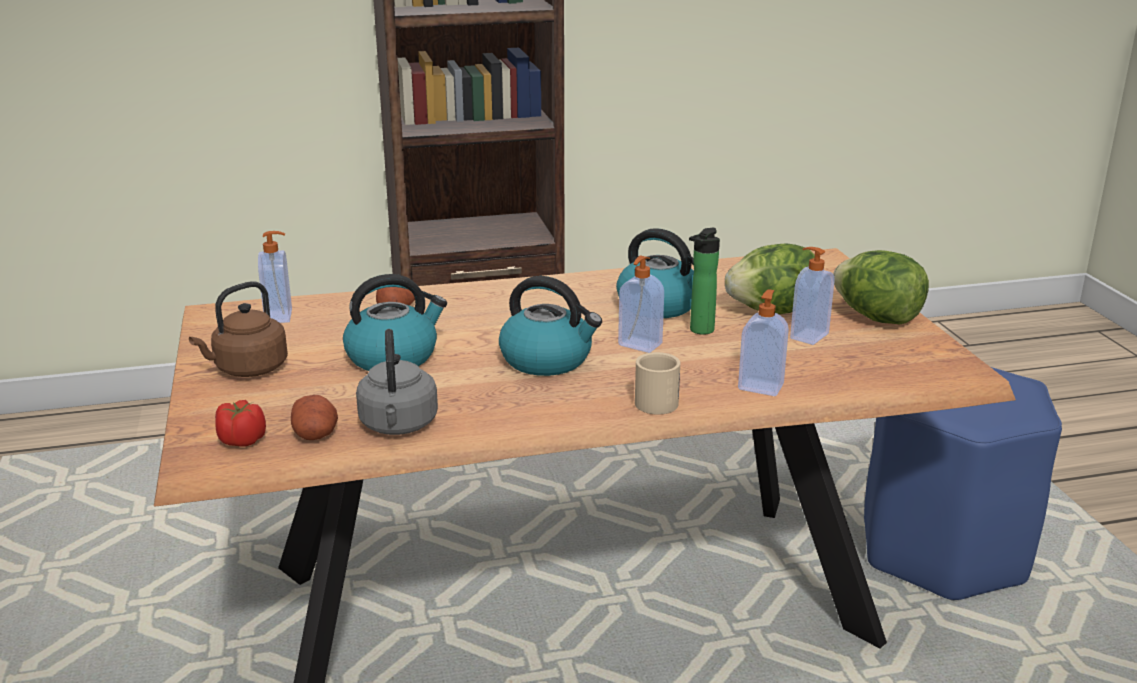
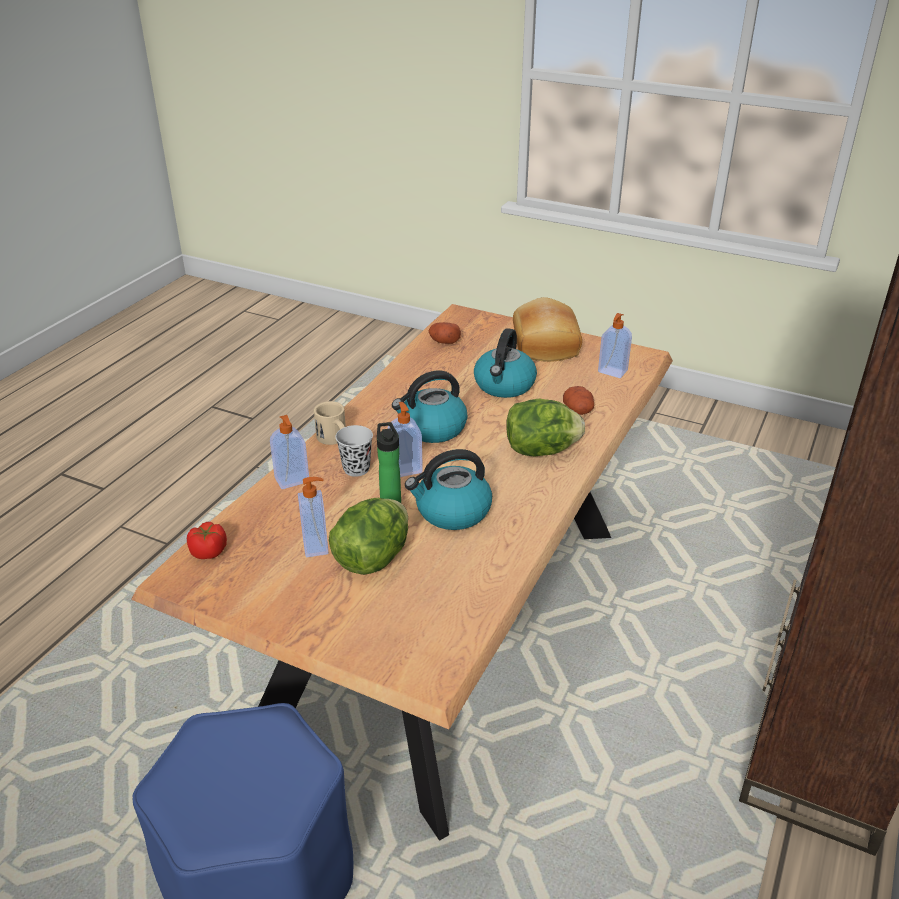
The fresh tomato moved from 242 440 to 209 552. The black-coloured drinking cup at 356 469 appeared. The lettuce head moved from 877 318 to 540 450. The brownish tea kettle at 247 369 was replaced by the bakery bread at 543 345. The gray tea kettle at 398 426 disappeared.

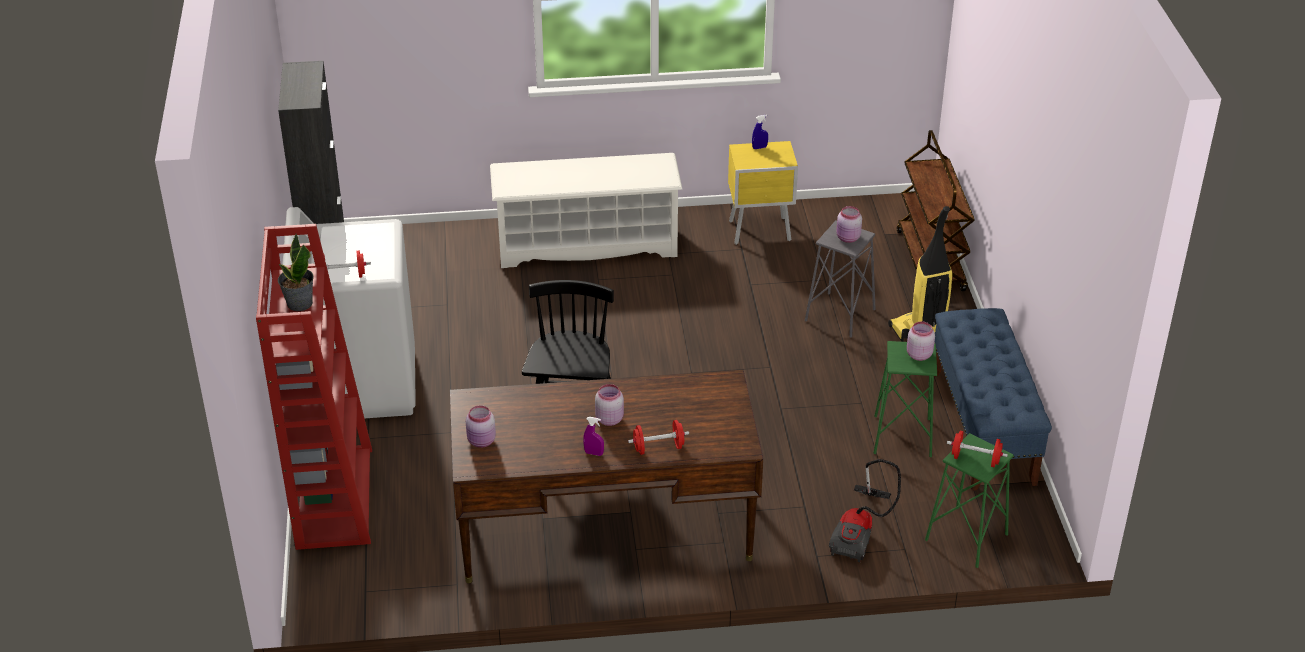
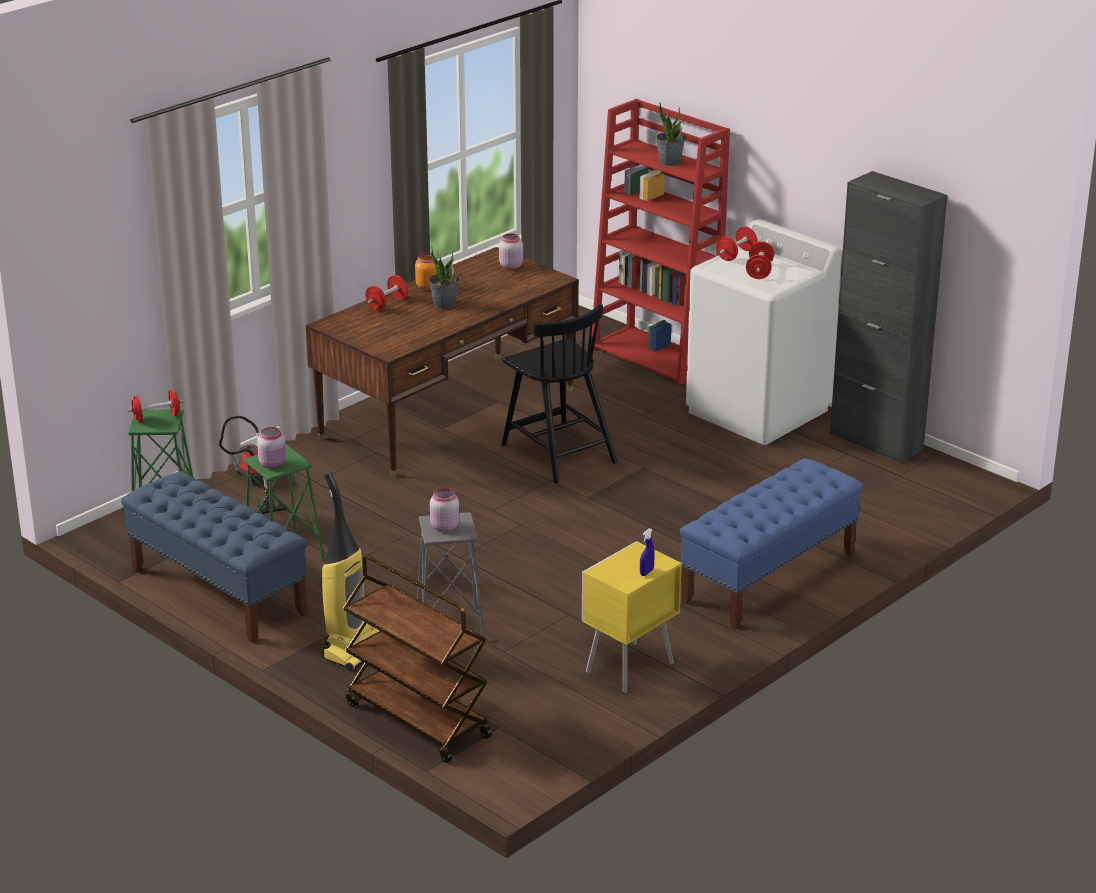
The purplish sprayer at 594 453 was replaced by the orangey jar at 427 287. The pink jar at 609 419 was replaced by the potted plant at 444 304. The white-coloured shoe shelf at 587 244 was replaced by the blue-coloured long seat at 768 579. The red-coloured dumbbell at 759 271 appeared.

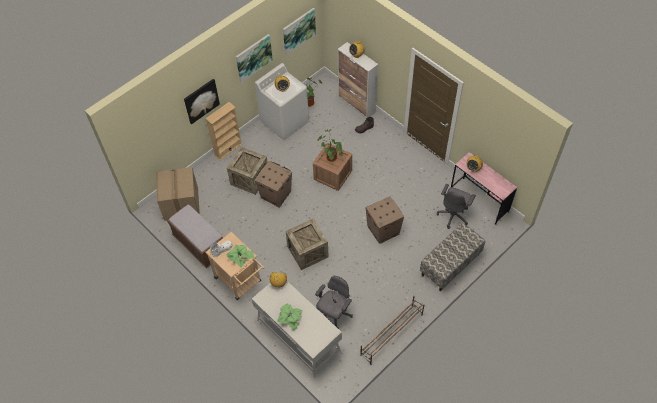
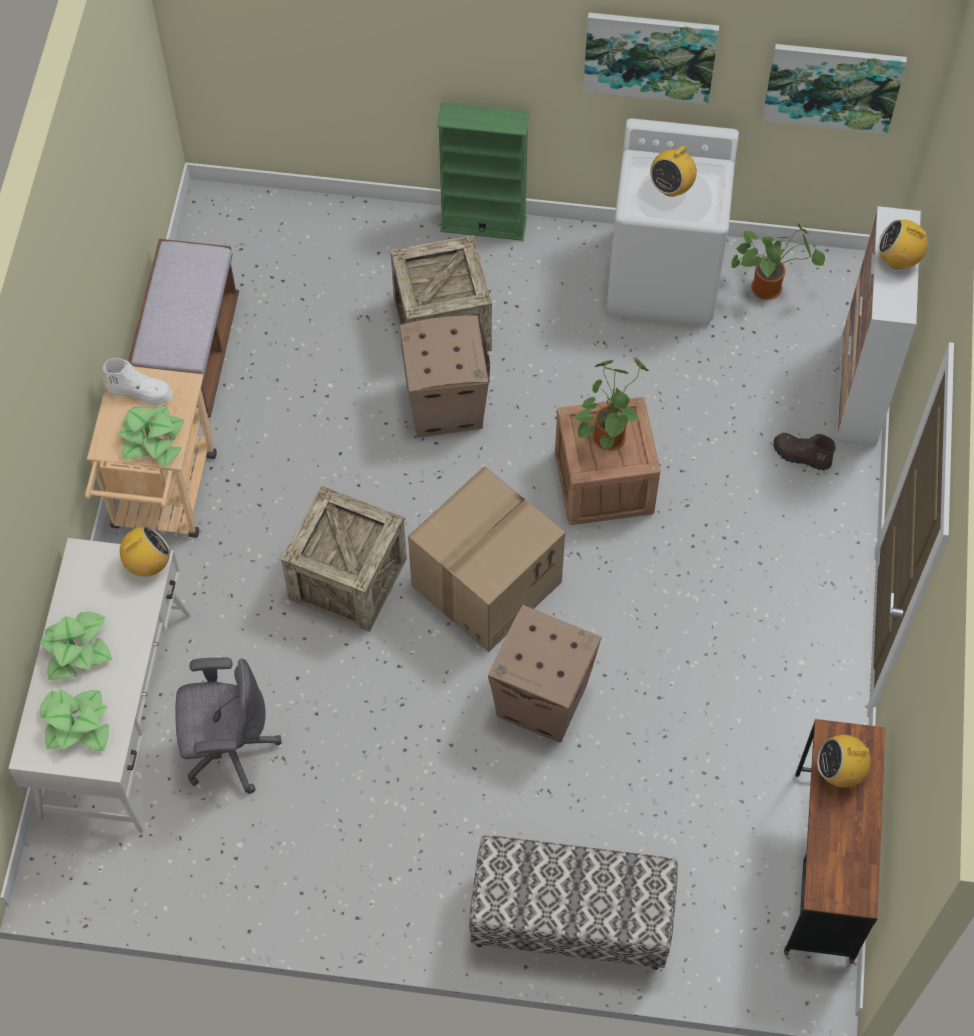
The potted plant at 76 724 appeared. The packing box moved from 180 203 to 486 581. The beige-coloured bookshelf at 228 149 became the greenish bookshelf at 483 224. The pink desk at 479 201 became the brownish desk at 823 866. The wall art at 201 100 disappeared. The brownish shoe shelf at 391 334 disappeared. The gray office chair at 453 215 disappeared.

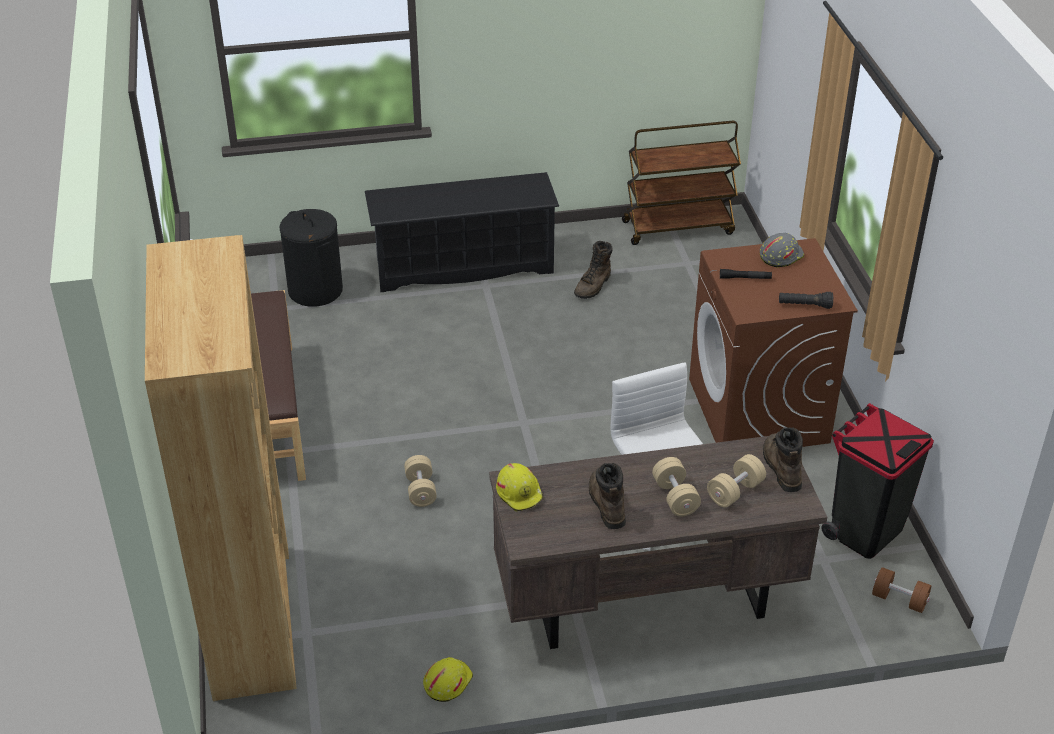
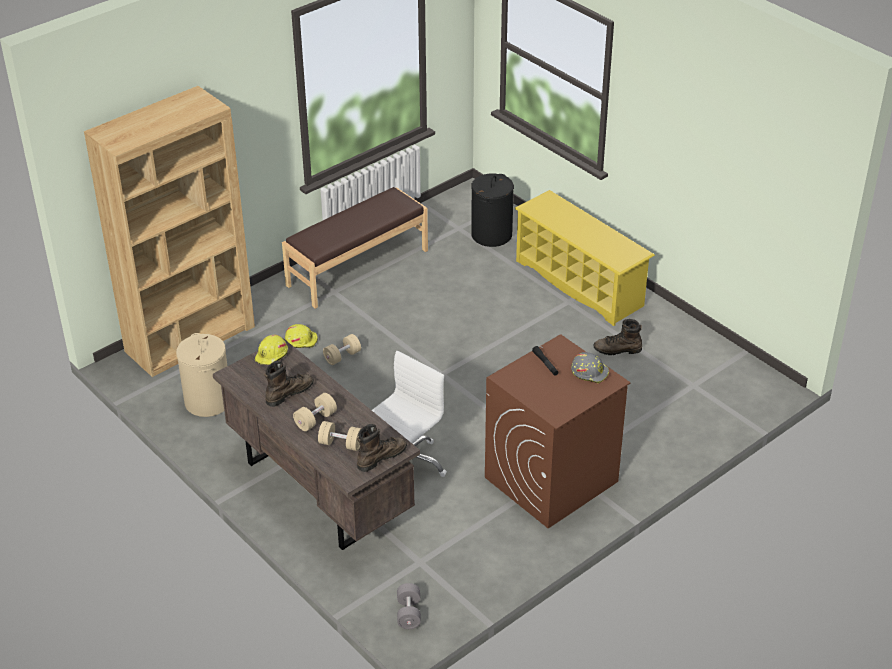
The beige-coloured laundry basket at 208 401 appeared. The yellow work helmet moved from 447 682 to 301 340. The brownish dumbbell at 899 599 became the gray dumbbell at 409 613. The black-coloured shoe shelf at 463 266 became the yellow shoe shelf at 579 283. The brownish trolley at 678 227 disappeared. The black-coloured torch at 804 305 disappeared. The black-coloured waste bin at 864 530 disappeared.

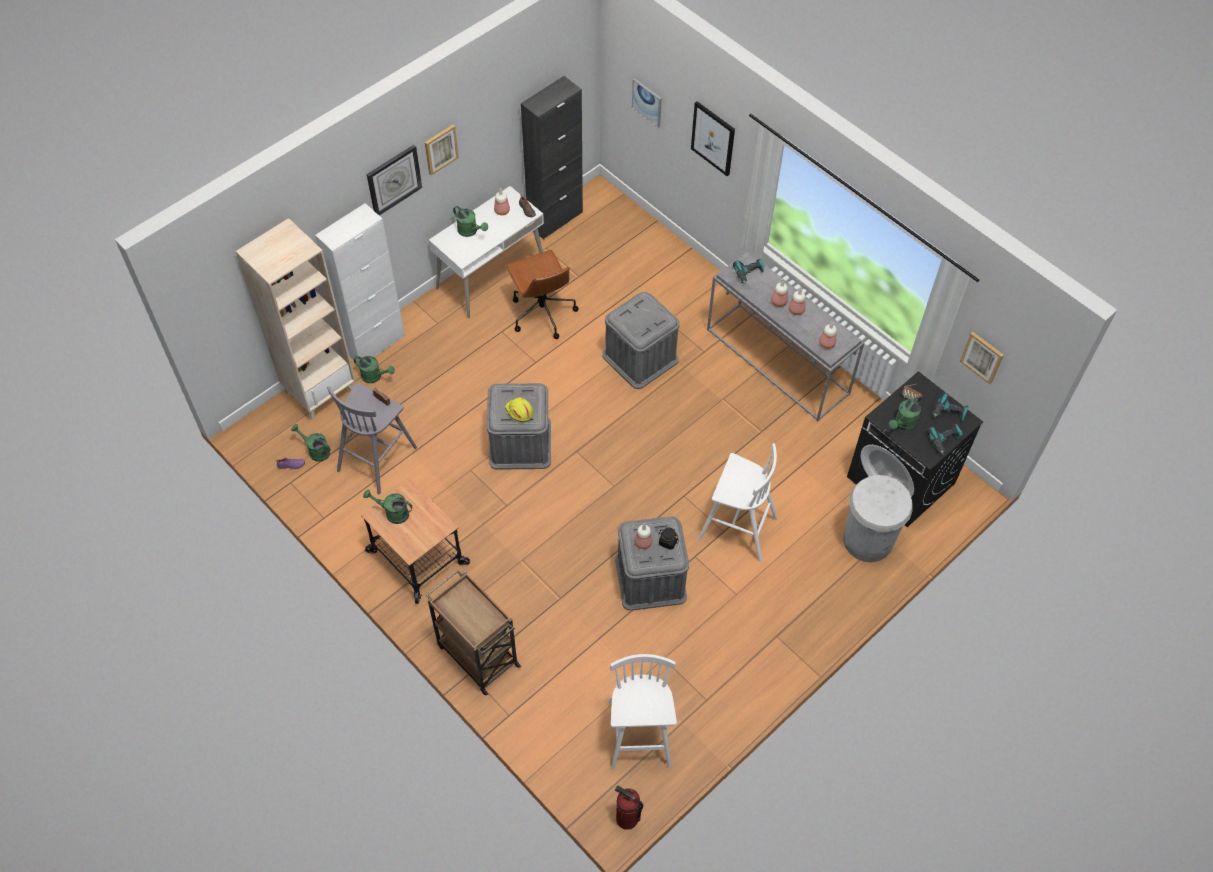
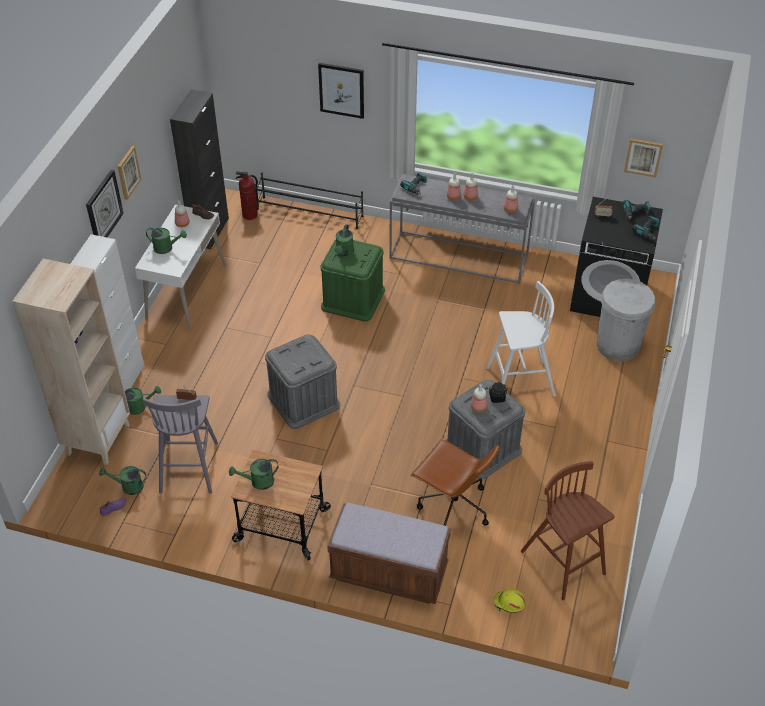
The extinguisher moved from 627 818 to 250 215. The black-coloured shoe shelf at 310 213 appeared. The gray storage box at 640 357 became the greenish storage box at 353 298. The brownish trolley at 477 654 was replaced by the brownish long seat at 389 573. The greenish watering can moved from 903 424 to 344 252. The brownish office chair moved from 542 313 to 453 506. The yellow work helmet moved from 519 412 to 509 603. The white-coloured stool at 639 735 became the brownish stool at 564 564. The wall art at 647 102 disappeared.

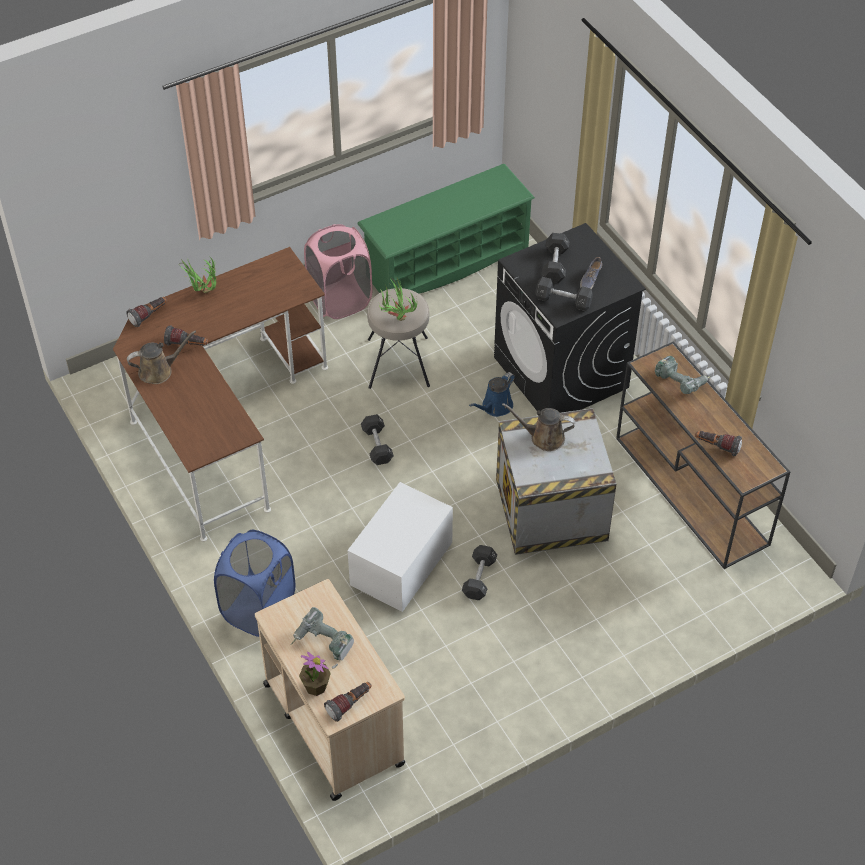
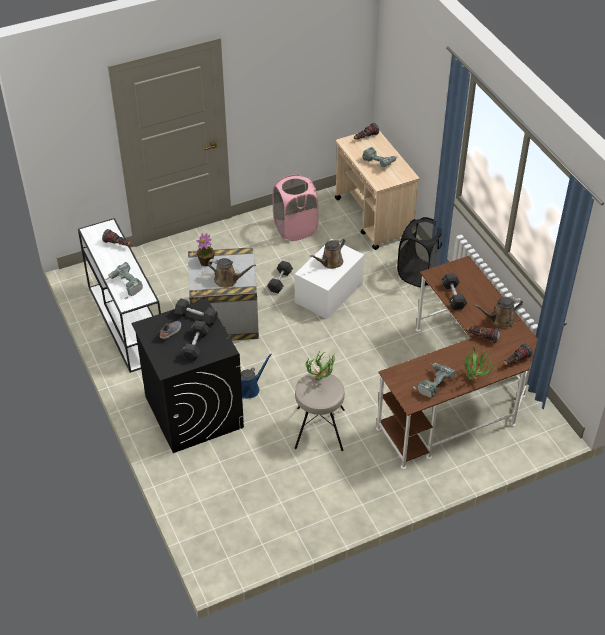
The brownish narrow table at 692 492 became the white-coloured narrow table at 126 322. The potted plant moved from 315 686 to 206 262. The pink laundry basket moved from 340 300 to 295 229. The brownish watering can at 330 262 appeared. The blue-coloured laundry basket at 259 609 became the black-coloured laundry basket at 419 274. The electric drill at 432 384 appeared. The black-coloured dumbbell moved from 377 445 to 453 296. The greenish shoe shelf at 446 264 disappeared.

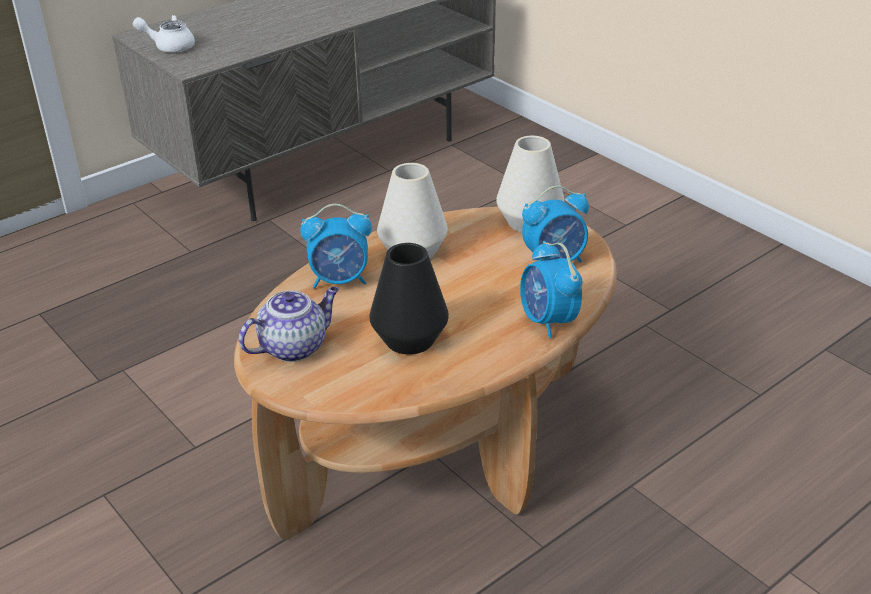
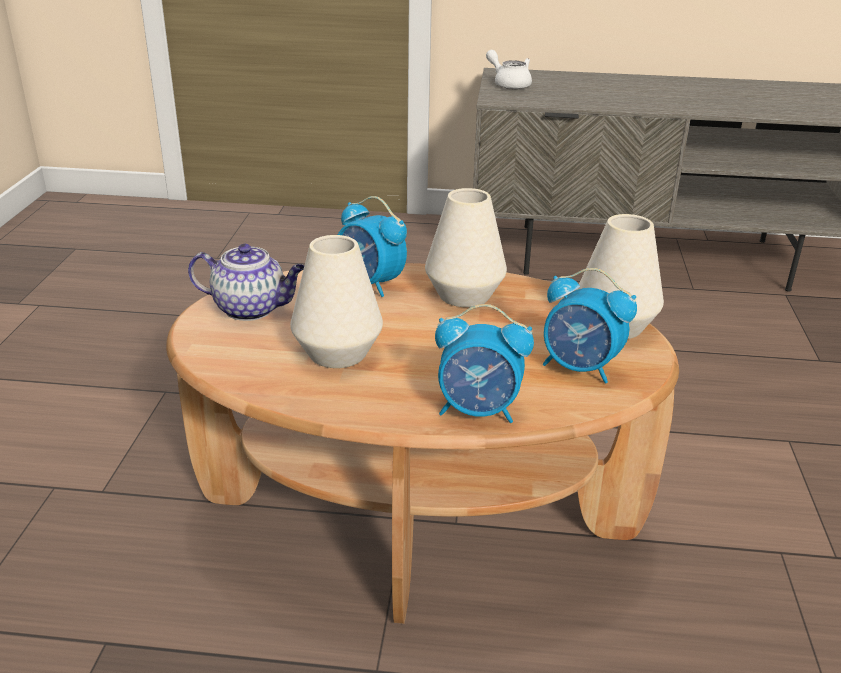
The black-coloured vase at 409 339 became the white-coloured vase at 337 353. The alarm clock at 548 321 turned 105 degrees counterclockwise.

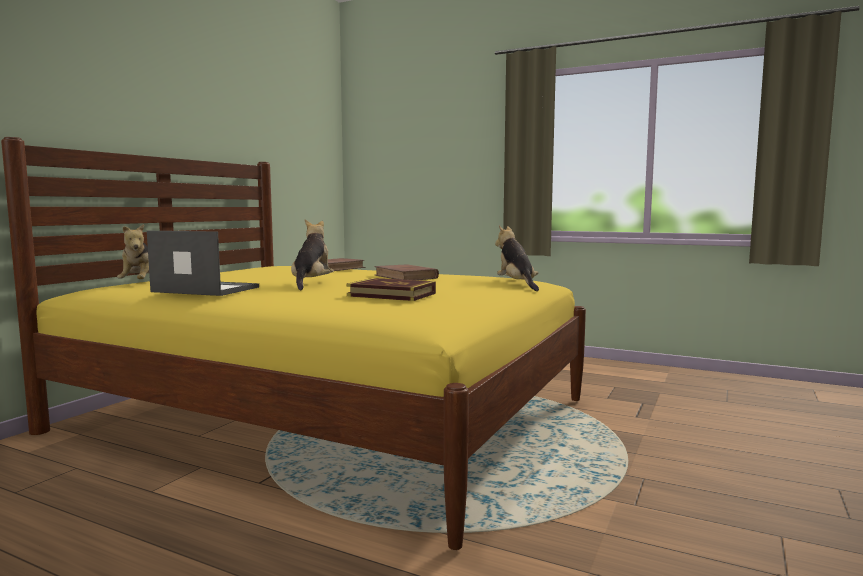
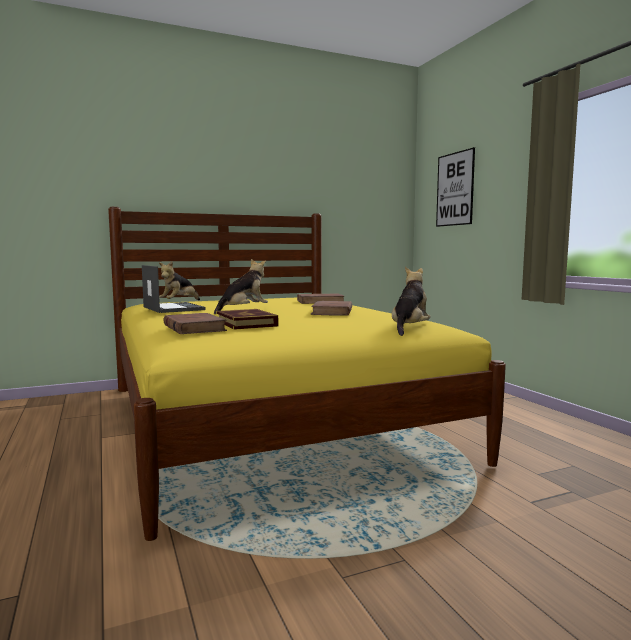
The brownish volume at 194 328 appeared. The wall art at 455 189 appeared.

